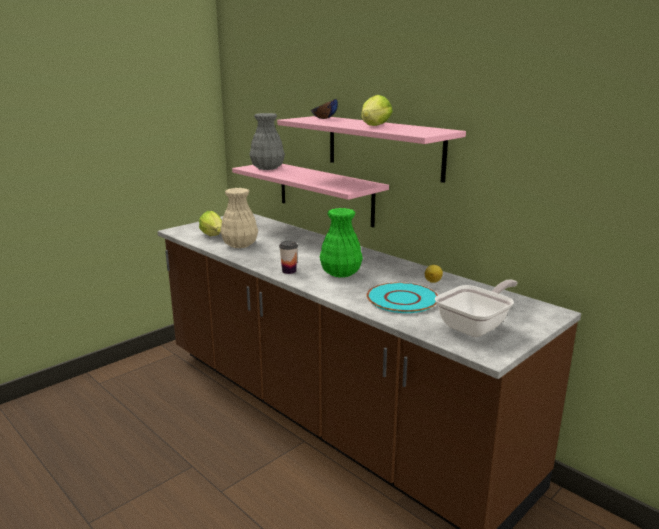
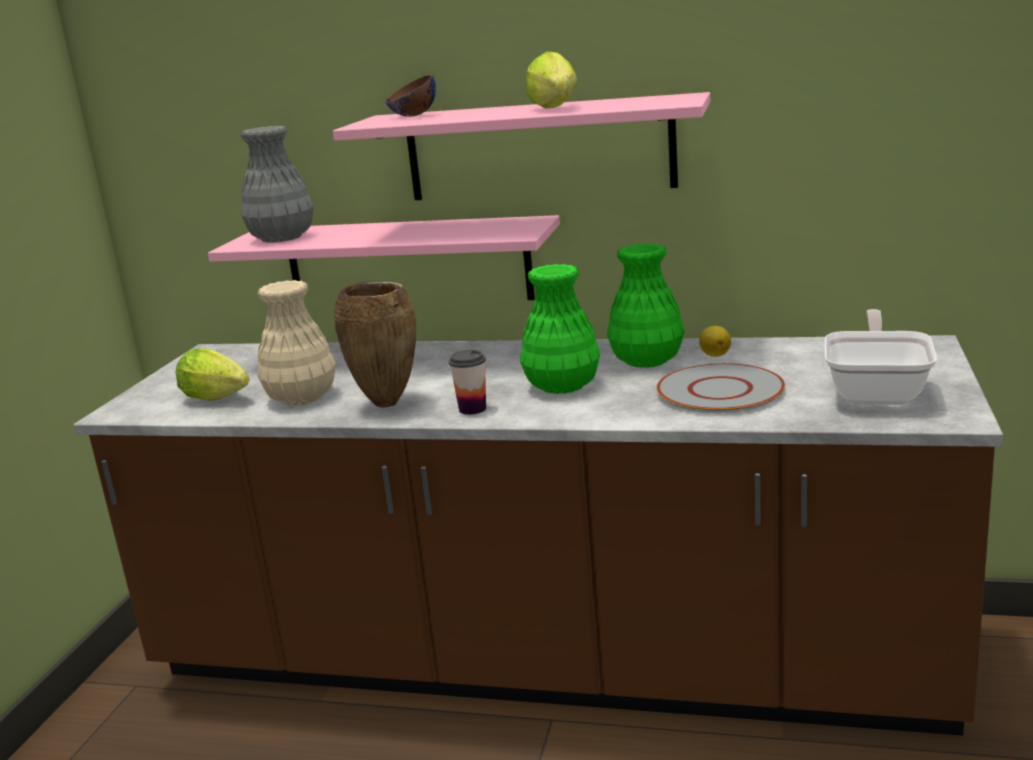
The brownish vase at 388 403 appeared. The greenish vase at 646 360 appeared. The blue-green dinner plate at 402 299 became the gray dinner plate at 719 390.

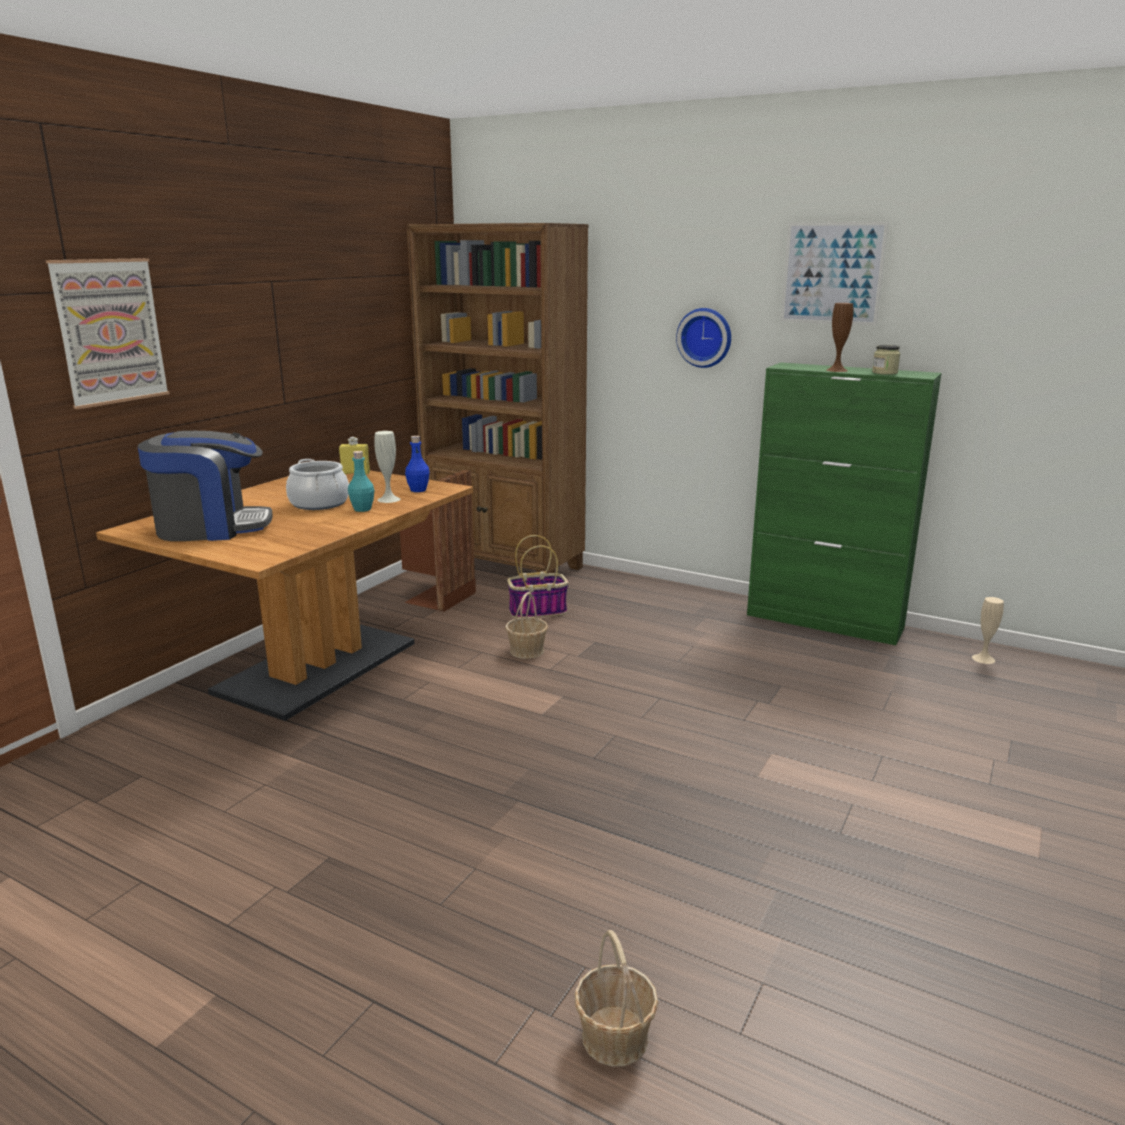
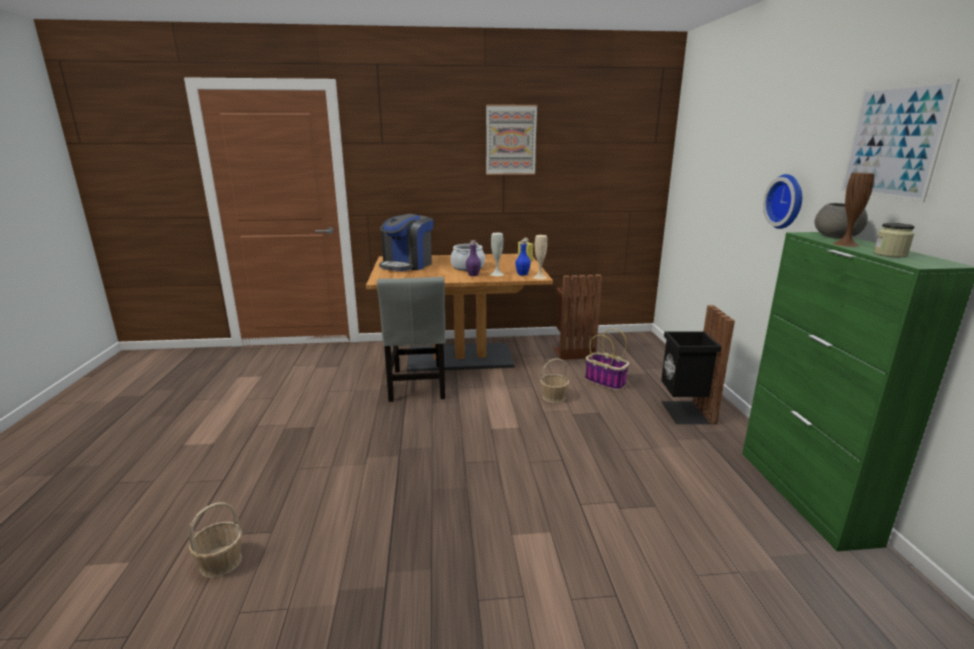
The gray chair at 417 386 appeared. The coffee brewer at 212 527 turned 75 degrees clockwise. The blue-green bottle at 362 509 became the purplish bottle at 473 275. The wall art moved from 109 331 to 511 140. The beige-coloured vase moved from 983 659 to 539 277. The black-coloured waste bin at 685 412 appeared. The gray bowl at 837 237 appeared. The brownish bookshelf at 506 566 disappeared.

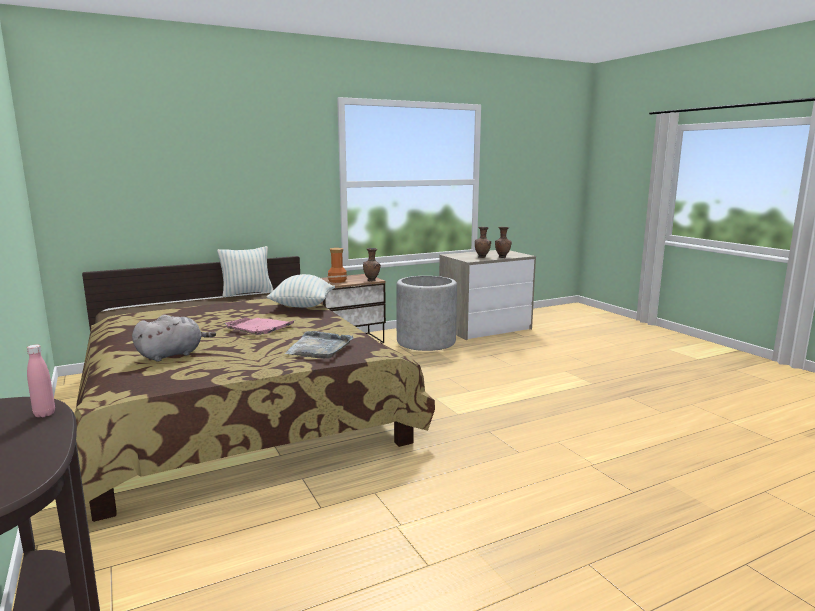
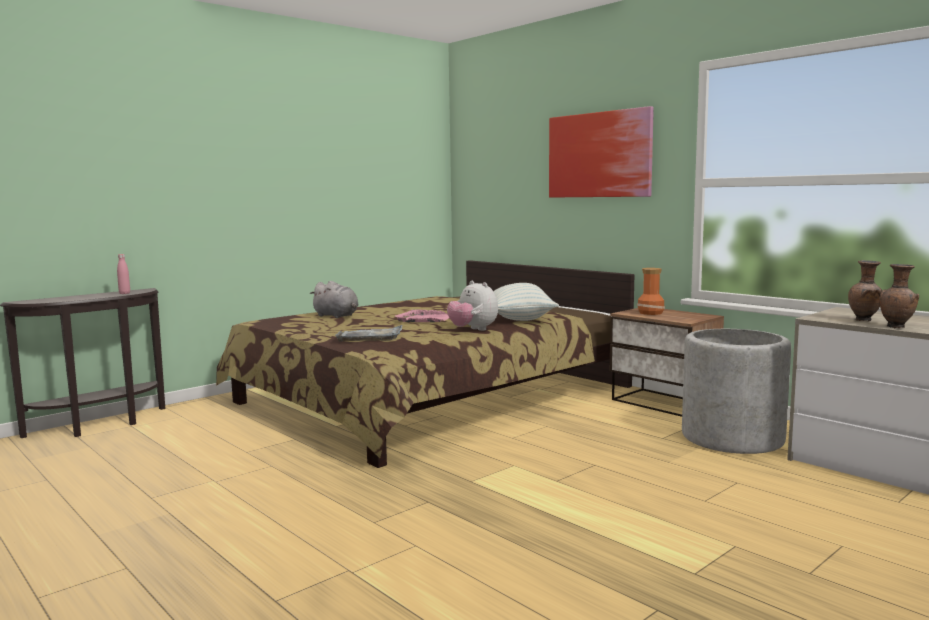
The plush toy at 473 330 appeared. The wall art at 599 155 appeared. The throw pillow at 247 293 disappeared. The brownish vase at 372 280 disappeared.

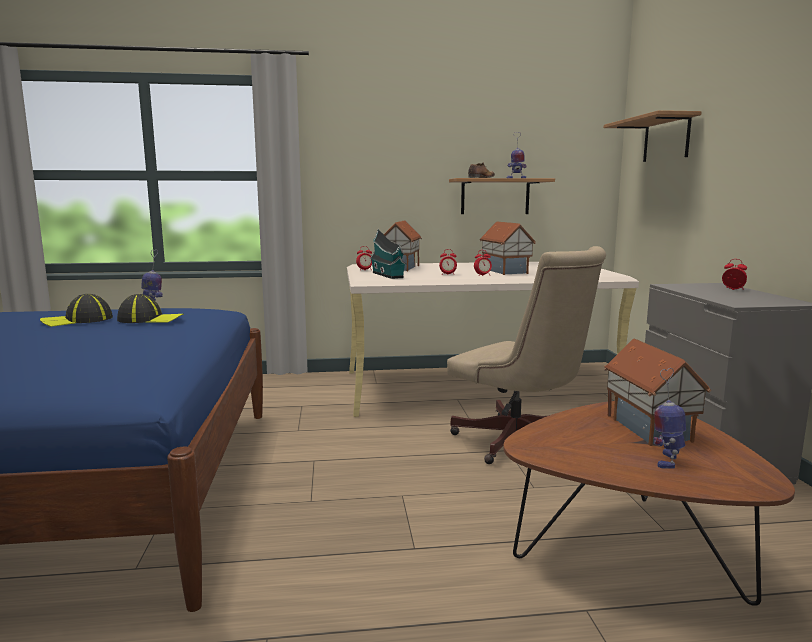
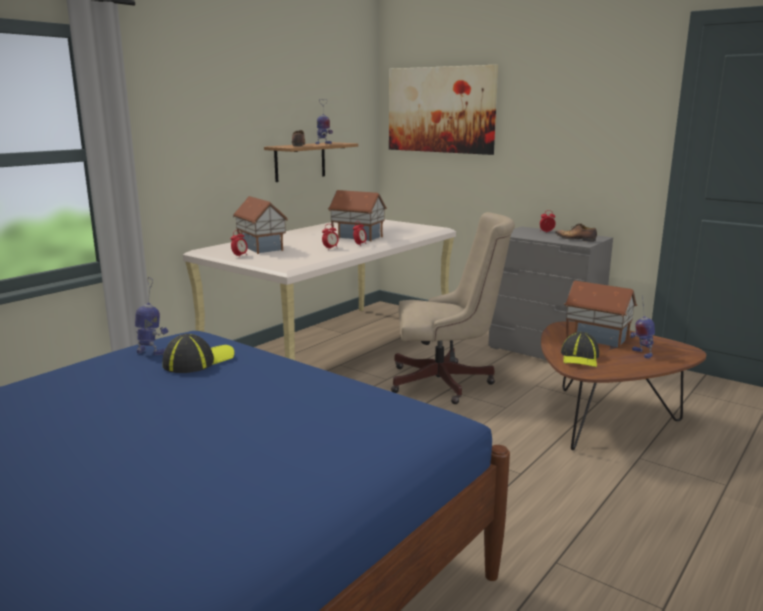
The shelf at 666 139 was replaced by the wall art at 441 110. The item of footwear at 575 239 appeared. The baseball cap moved from 78 321 to 580 357. The toy house at 388 275 disappeared.

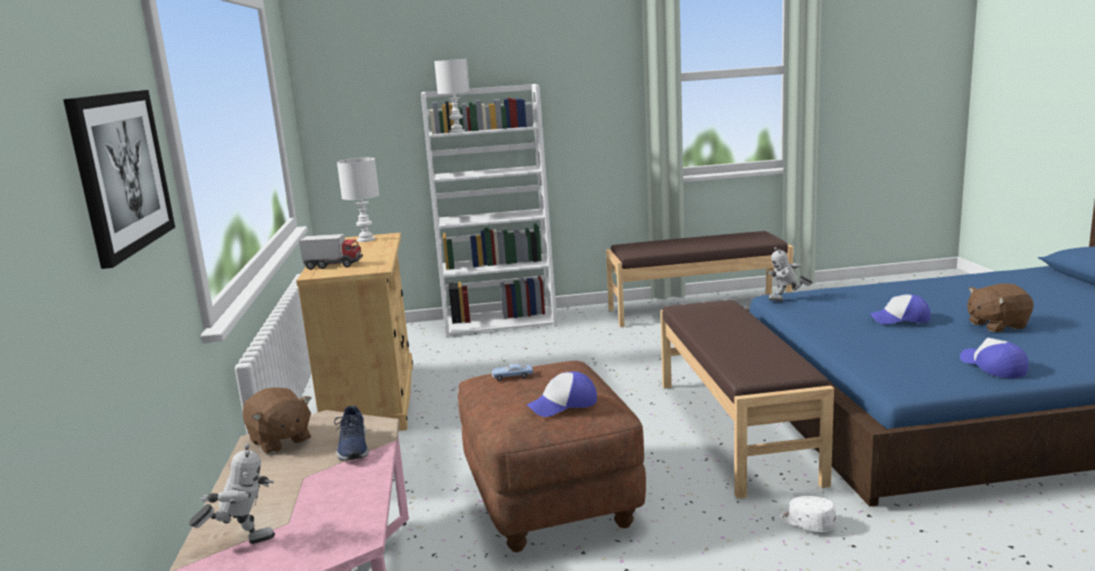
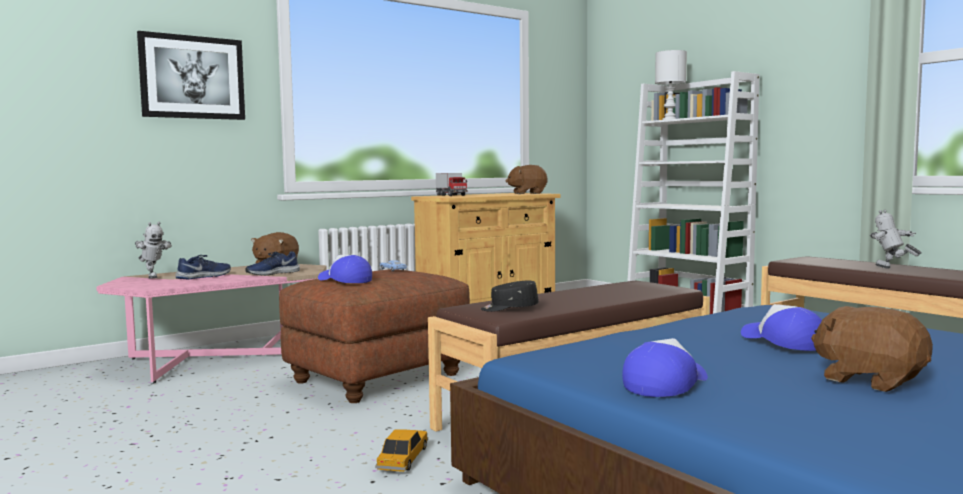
The blue-coloured item of footwear at 205 276 appeared. The white-coloured baseball cap at 807 523 was replaced by the toy car at 403 458. The black-coloured baseball cap at 509 309 appeared. The white-coloured table lamp at 367 239 was replaced by the brownish plush toy at 527 193. The model robot moved from 787 301 to 891 269.

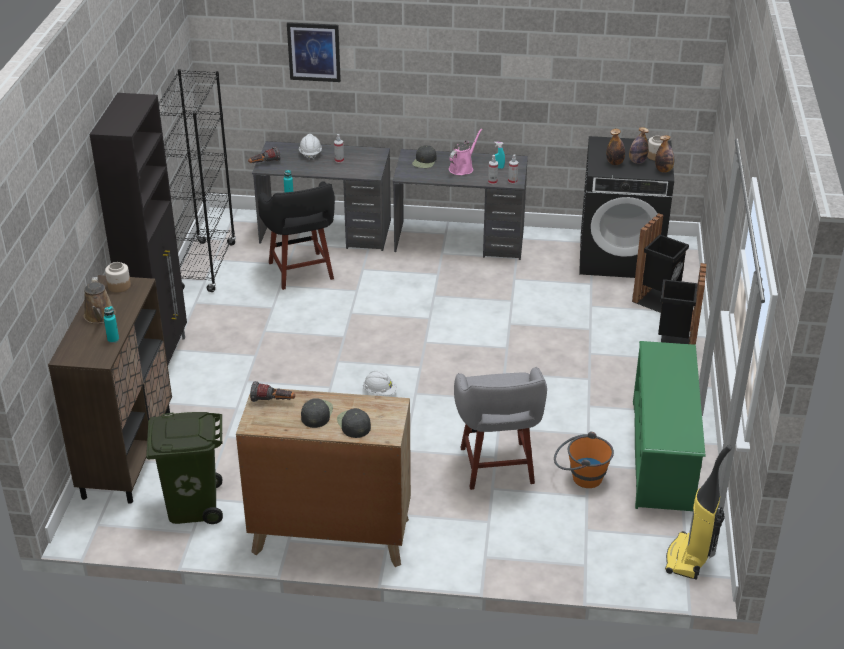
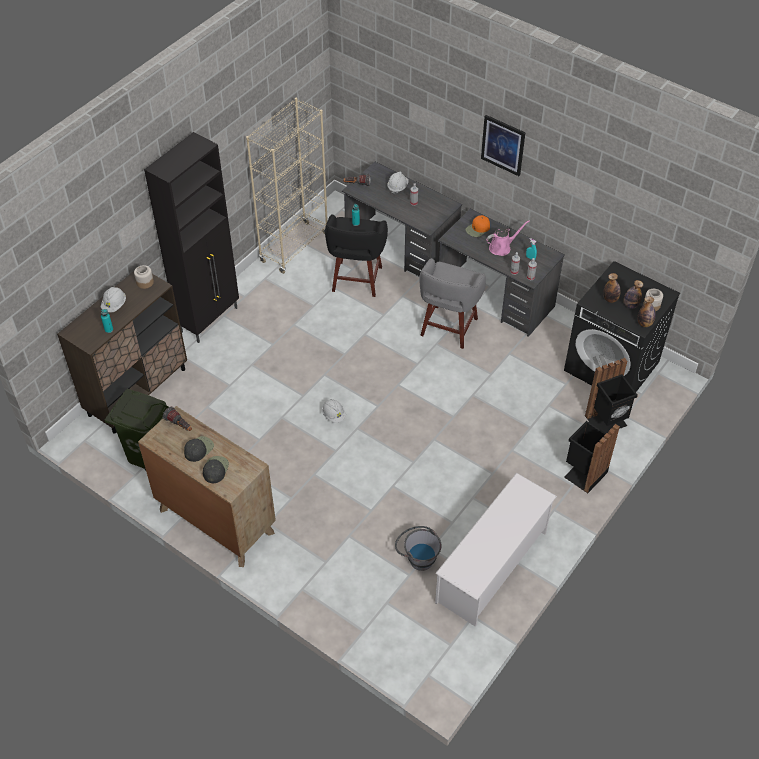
The brownish watering can at 99 316 was replaced by the white-coloured work helmet at 114 305. The black-coloured bookshelf at 206 266 became the beige-coloured bookshelf at 294 247. The orangey water bucket at 580 477 became the gray water bucket at 417 557. The gray stool moved from 497 468 to 448 328. The greenish shoe shelf at 662 454 became the white-coloured shoe shelf at 492 567. The black-coloured baseball cap at 424 161 became the orangey baseball cap at 478 229. The wall art moved from 314 52 to 503 145. The vacuum at 689 559 disappeared.

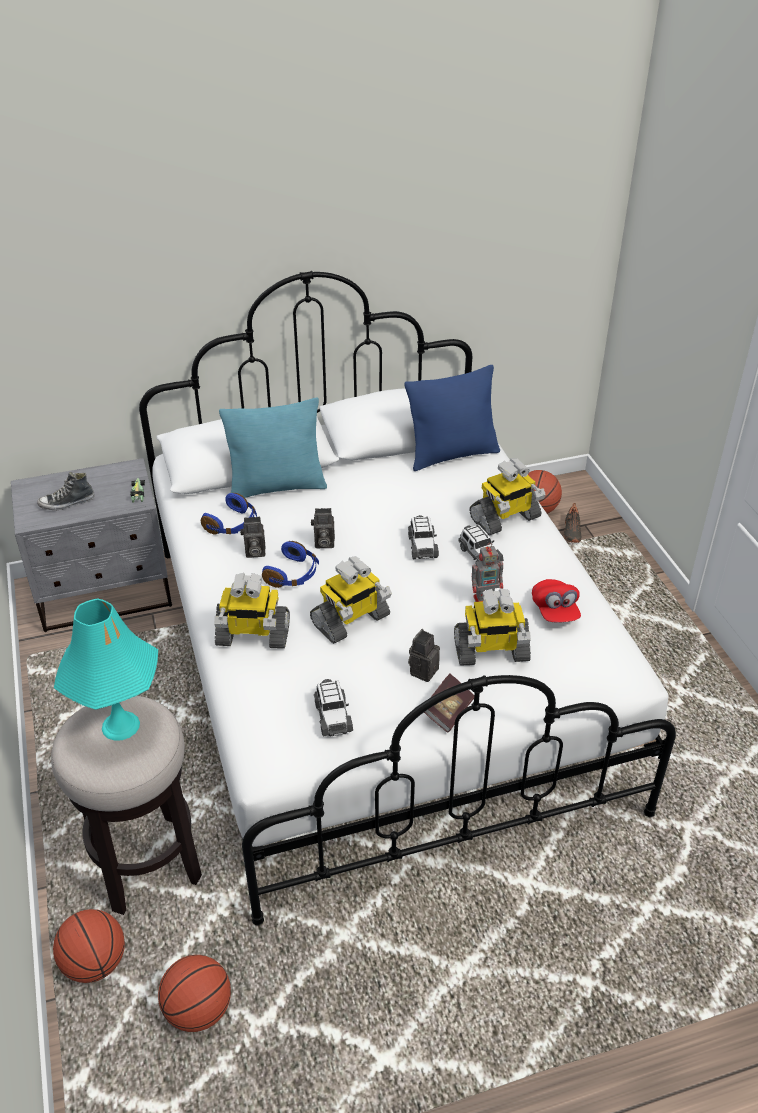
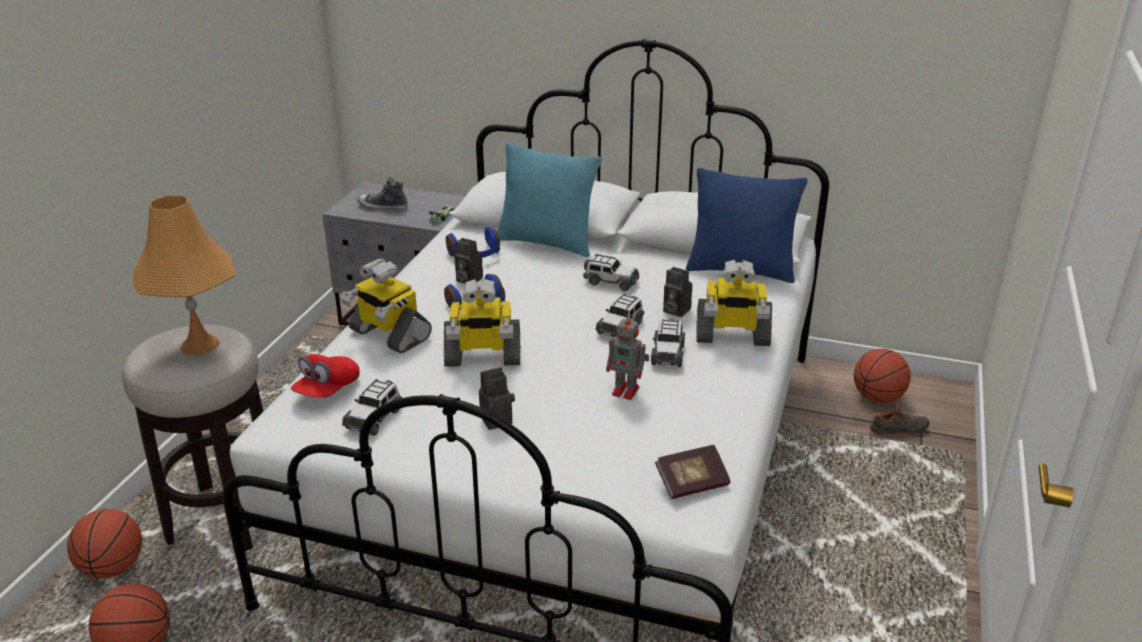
The blue-green table lamp at 121 725 became the orangey table lamp at 200 345. The red-coloured baseball cap moved from 555 611 to 327 390. The toy car at 611 282 appeared. The volume moved from 448 711 to 692 483. The photo camera moved from 323 543 to 674 310. The black-coloured item of footwear at 571 531 turned 135 degrees counterclockwise. The model robot at 491 651 disappeared.

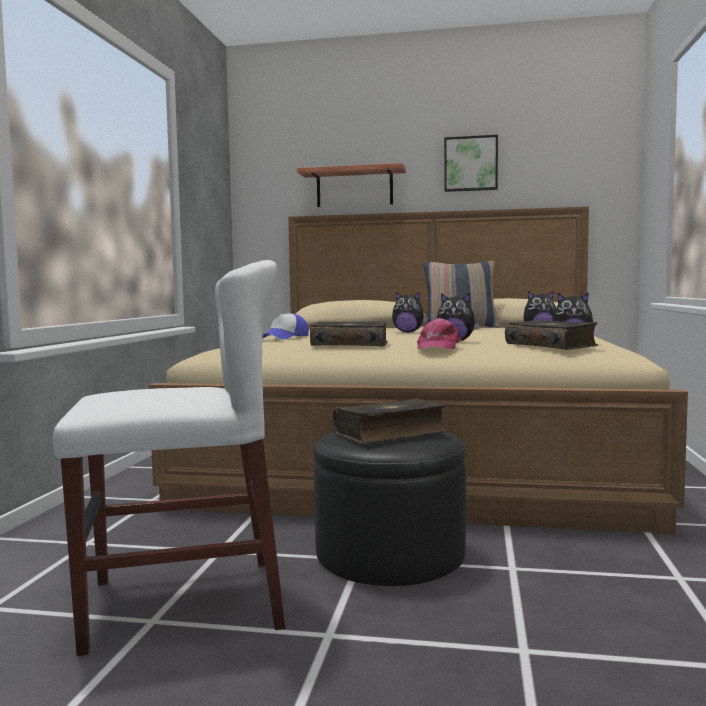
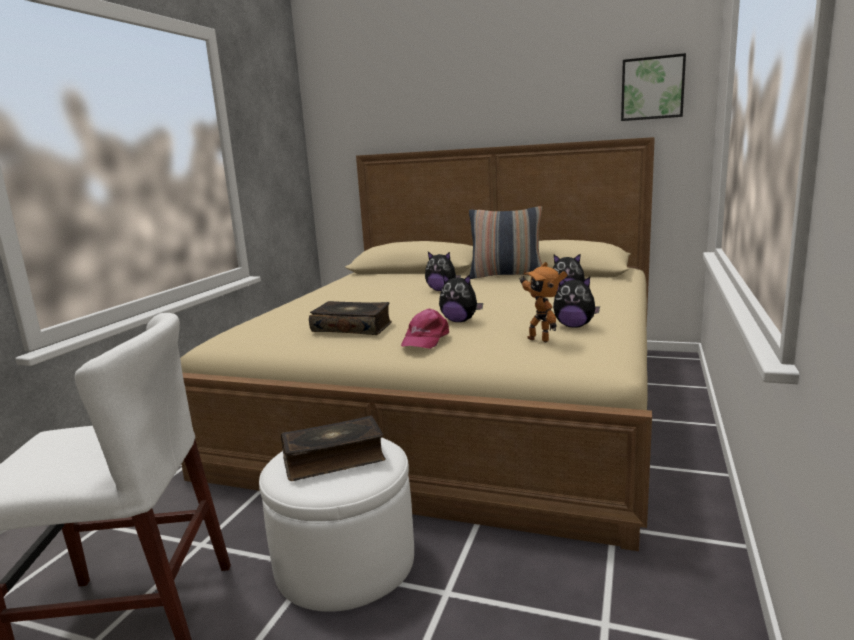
The black-coloured footrest at 390 554 became the white-coloured footrest at 345 561. The volume at 551 345 was replaced by the model robot at 540 339. The wall art moved from 470 164 to 652 88. The baseball cap at 285 337 disappeared. The shelf at 354 188 disappeared.

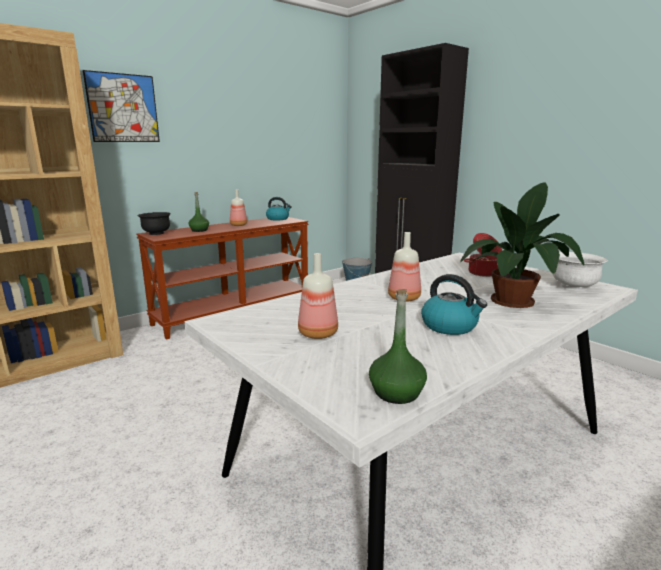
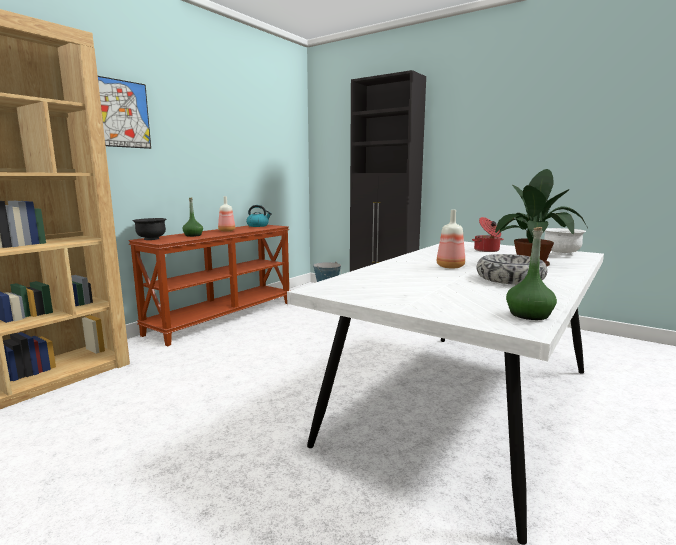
The tea kettle at 450 326 was replaced by the bowl at 509 279. The bottle at 318 334 disappeared.

